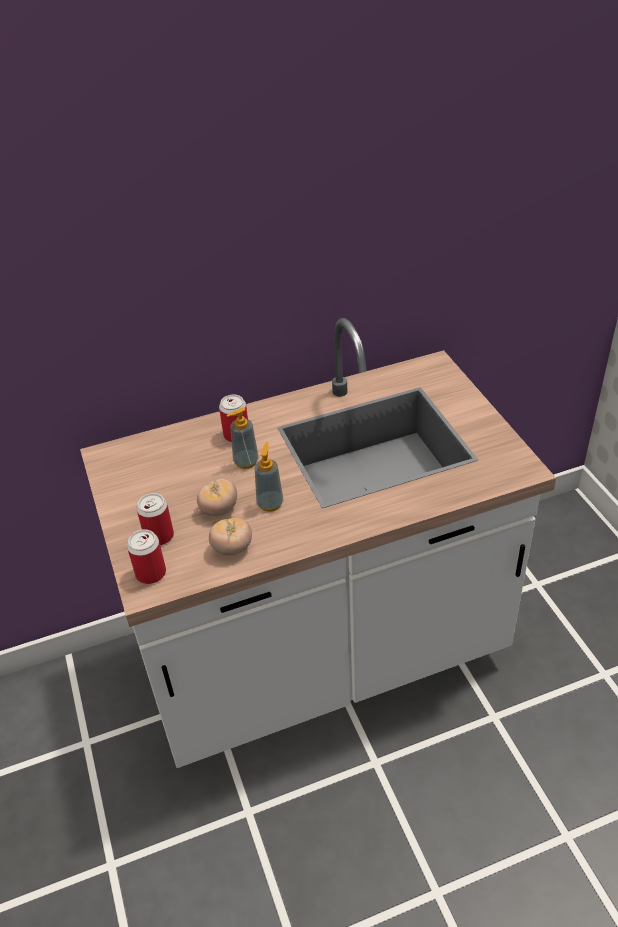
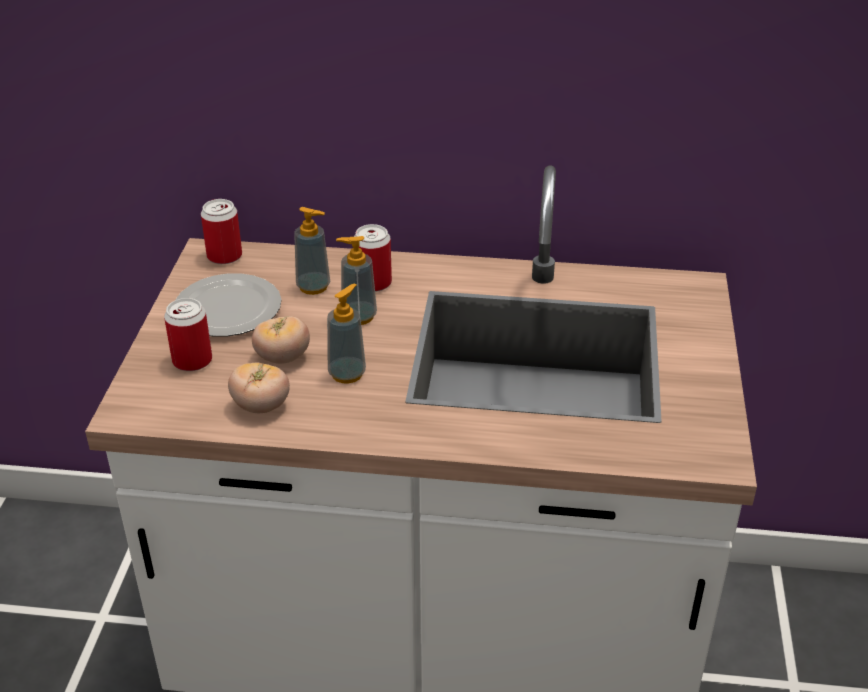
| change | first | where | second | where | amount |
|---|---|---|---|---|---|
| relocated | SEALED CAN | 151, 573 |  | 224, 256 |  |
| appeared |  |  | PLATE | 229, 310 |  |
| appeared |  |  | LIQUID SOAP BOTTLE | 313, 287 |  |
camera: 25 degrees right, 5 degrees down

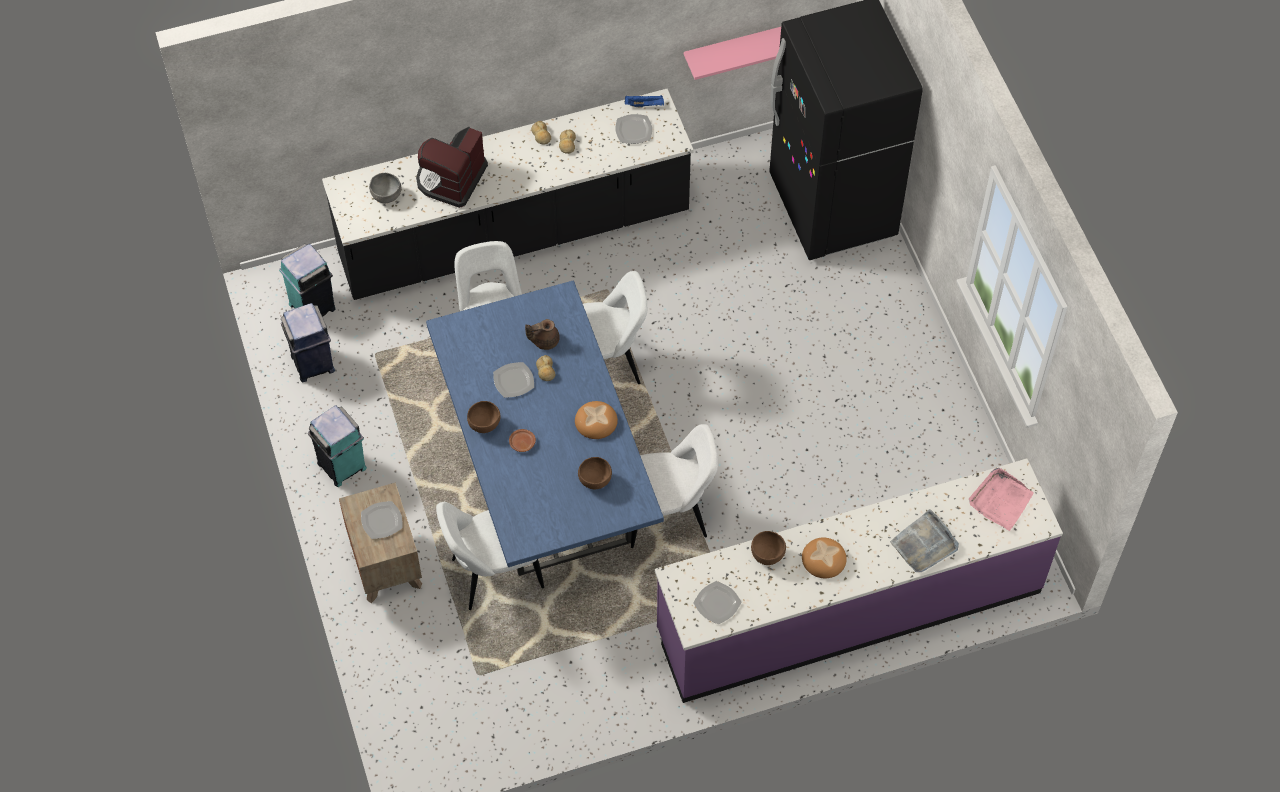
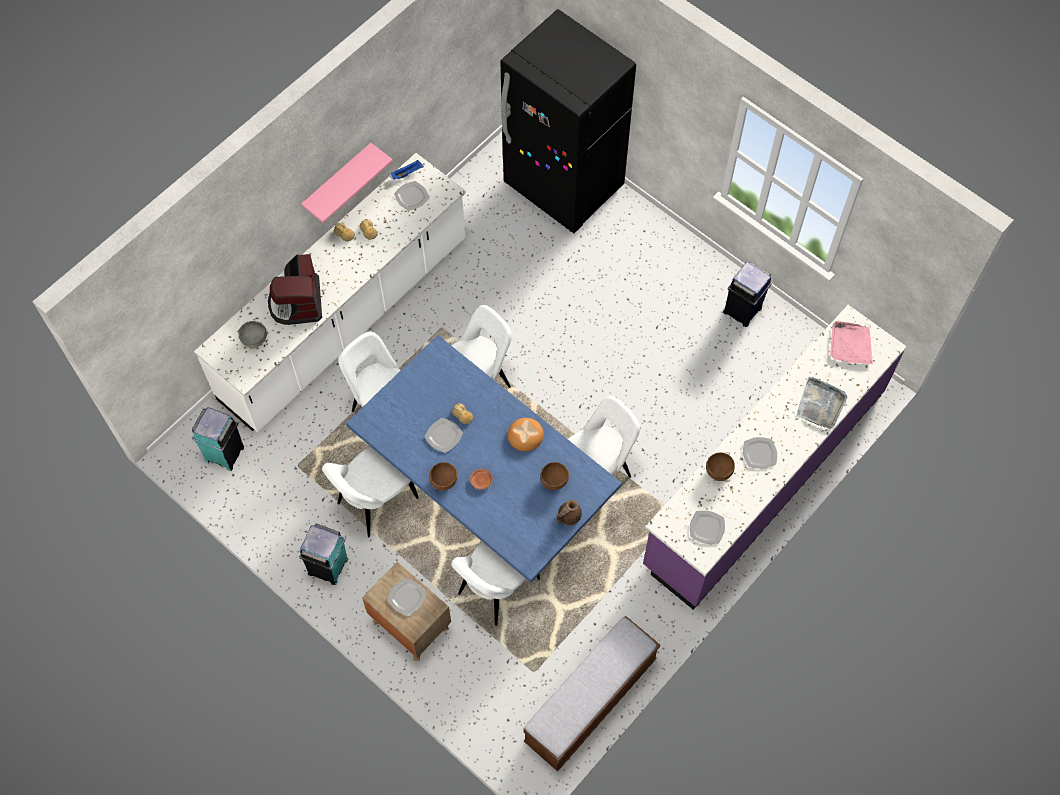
| change | first | where | second | where | amount |
|---|---|---|---|---|---|
| relocated | BLUE-COLOURED WASTE BIN | 313, 364 |  | 743, 310 |  |
| colour | BLACK-COLOURED KITCHEN COUNTER | 514, 236 | WHITISH KITCHEN COUNTER | 345, 321 |  |
| relocated | BROWN-COLOURED TEA POT | 544, 340 |  | 568, 516 |  |
| relocated | PINKISH BRACKET SHELF | 735, 48 |  | 337, 181 |  |
| exchanged | BREAD | 824, 559 | PLATE | 759, 453 |  |
| appeared |  |  | WHITISH PLAIN CHAIR | 374, 503 |  |
| appeared |  |  | LONG SEAT | 590, 701 |  |
camera: 30 degrees left, 5 degrees up

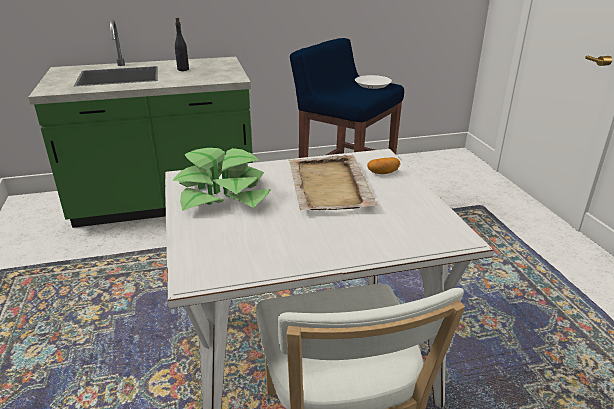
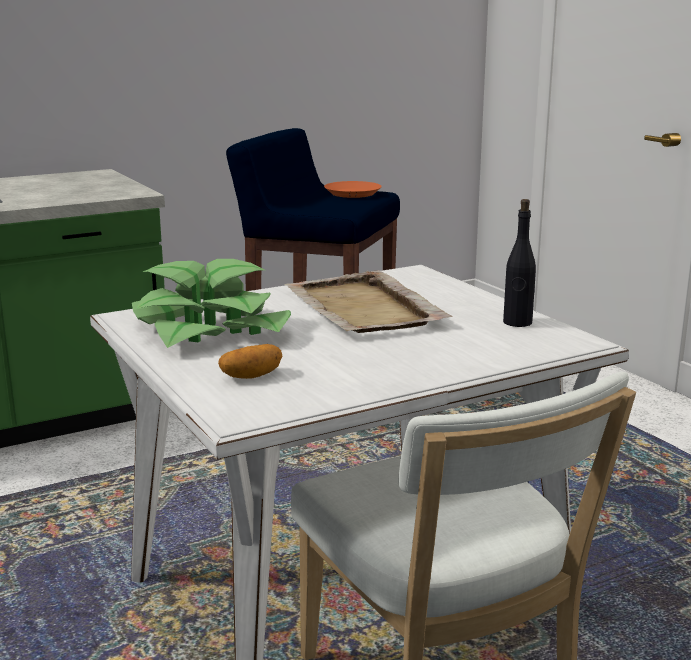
| change | first | where | second | where | amount |
|---|---|---|---|---|---|
| relocated | BLACK-COLOURED DRINK BOTTLE | 183, 69 |  | 517, 322 |  |
| colour | WHITISH PLATE | 373, 85 | ORANGE-COLOURED PLATE | 353, 194 |  |
| relocated | WHOLE POTATO | 383, 173 |  | 251, 376 |  |
camera: 15 degrees left, 10 degrees down

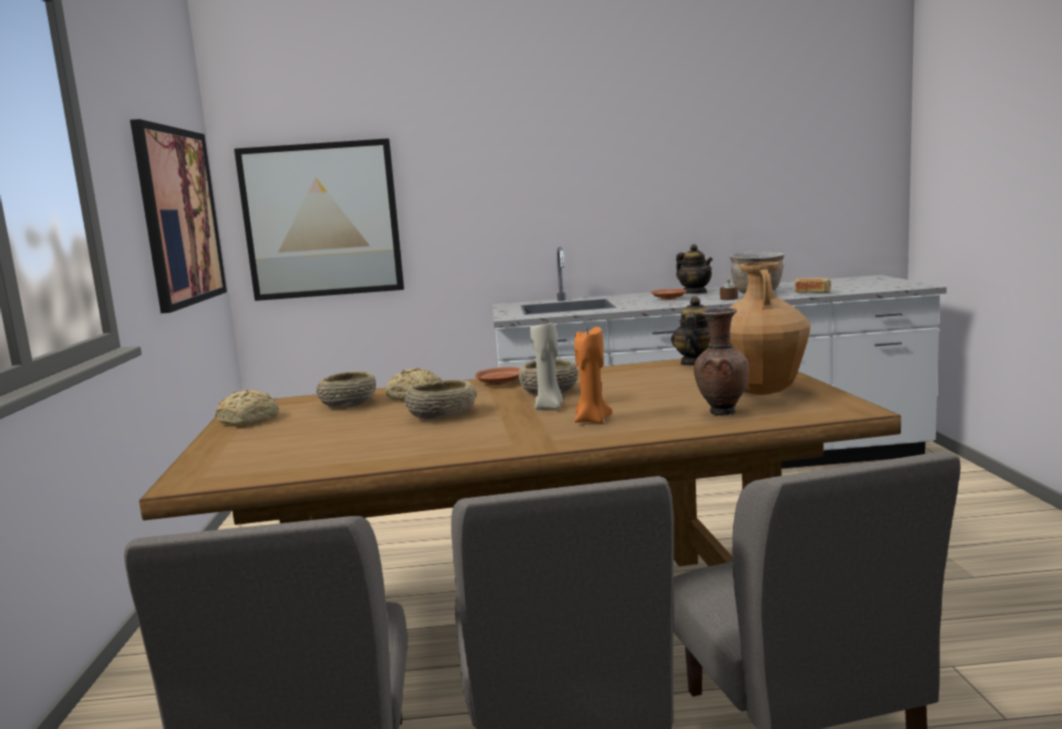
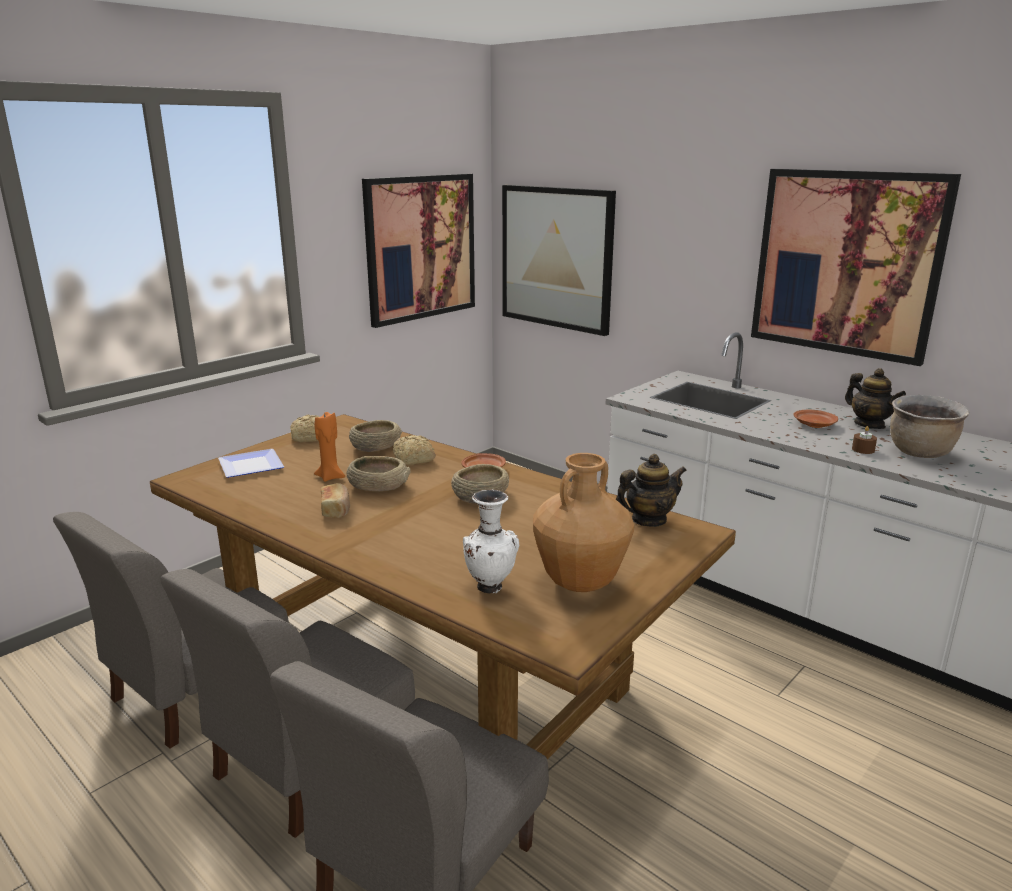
| change | first | where | second | where | amount |
|---|---|---|---|---|---|
| missing | BEIGE WAX LIGHT | 549, 407 |  |  |  |
| relocated | ORANGE-COLOURED WAX LIGHT | 591, 420 |  | 330, 477 |  |
| spun | TEA POT | 695, 292 |  | 869, 424 | 45 degrees counterclockwise |
| colour | BROWN-COLOURED DECORATIVE VASE | 721, 412 | WHITISH DECORATIVE VASE | 490, 587 |  |
| relocated | BREAD | 812, 293 |  | 336, 509 |  |
| appeared |  |  | PLATE | 249, 467 |  |
| appeared |  |  | WALL PICTURE | 846, 263 |  |
camera: 45 degrees right, 10 degrees up

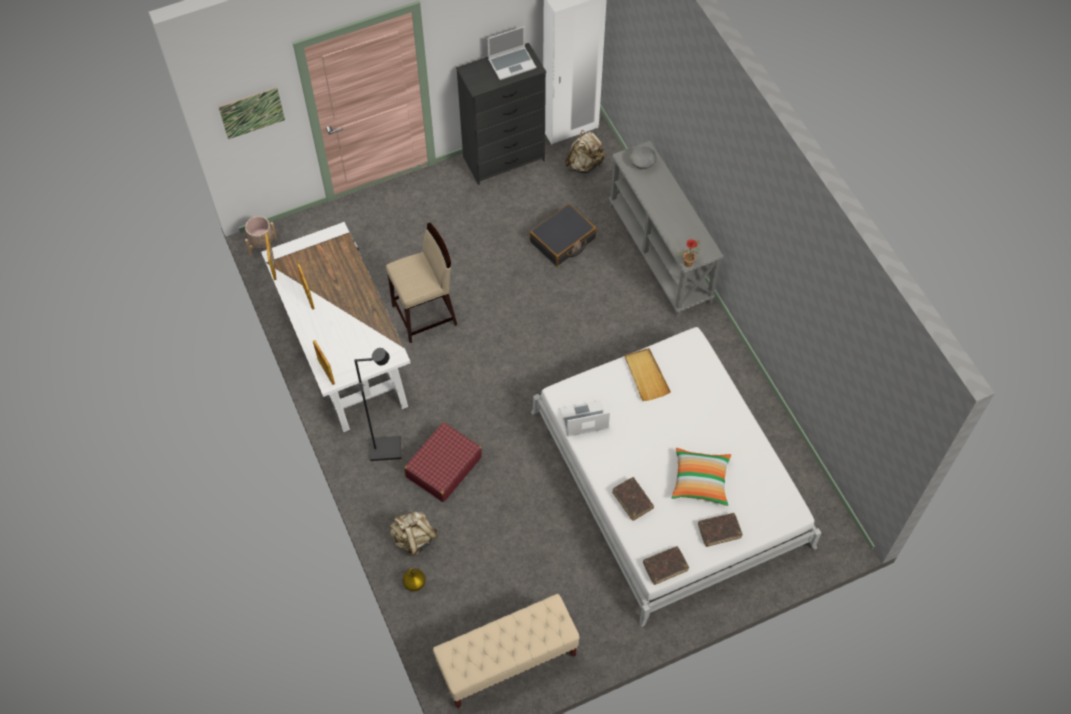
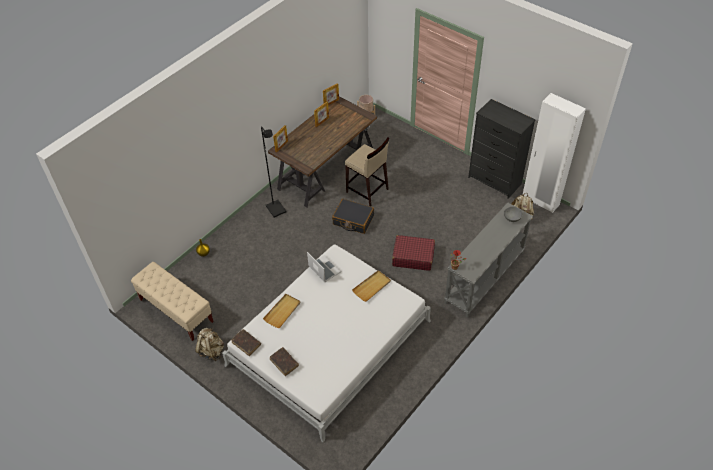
| change | first | where | second | where | amount |
|---|---|---|---|---|---|
| missing | WALL PICTURE | 252, 113 |  |  |  |
| colour | WHITISH DESK UNIT | 343, 348 | BROWN-COLOURED DESK UNIT | 325, 168 |  |
| relocated | BEIGE BACKPACK | 414, 539 |  | 211, 351 |  |
| relocated | REDDISH TRAVEL CASE | 443, 467 |  | 413, 257 |  |
| missing | LAPTOP | 512, 63 |  |  |  |
| relocated | BLACK-COLOURED TRAVEL CASE | 563, 240 |  | 353, 220 |  |
| exchanged | BROWN-COLOURED VOLUME | 632, 500 | BEIGE TRAY | 282, 311 |  |
| missing | PILLOW | 700, 481 |  |  |  |
camera: 65 degrees right, 10 degrees down

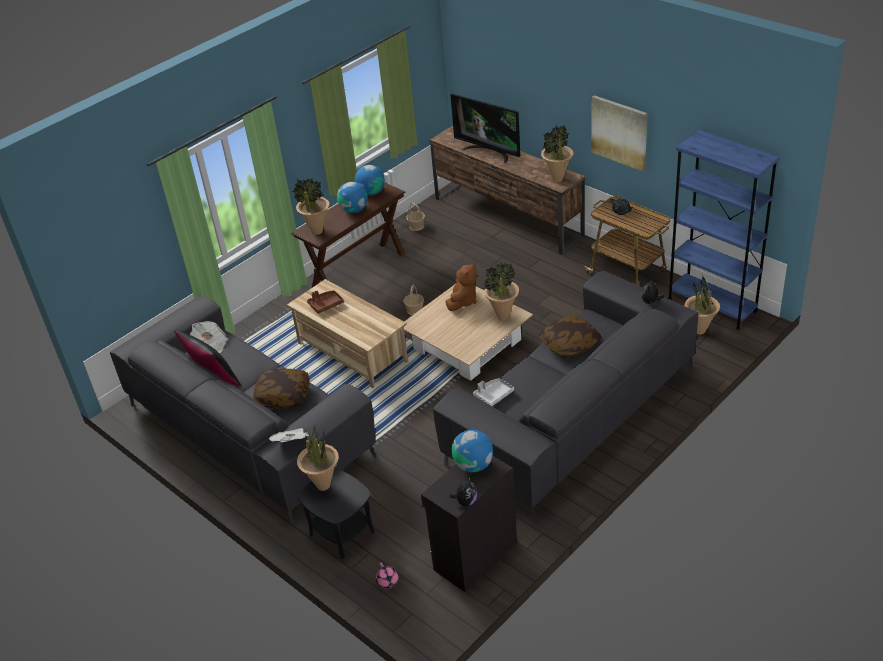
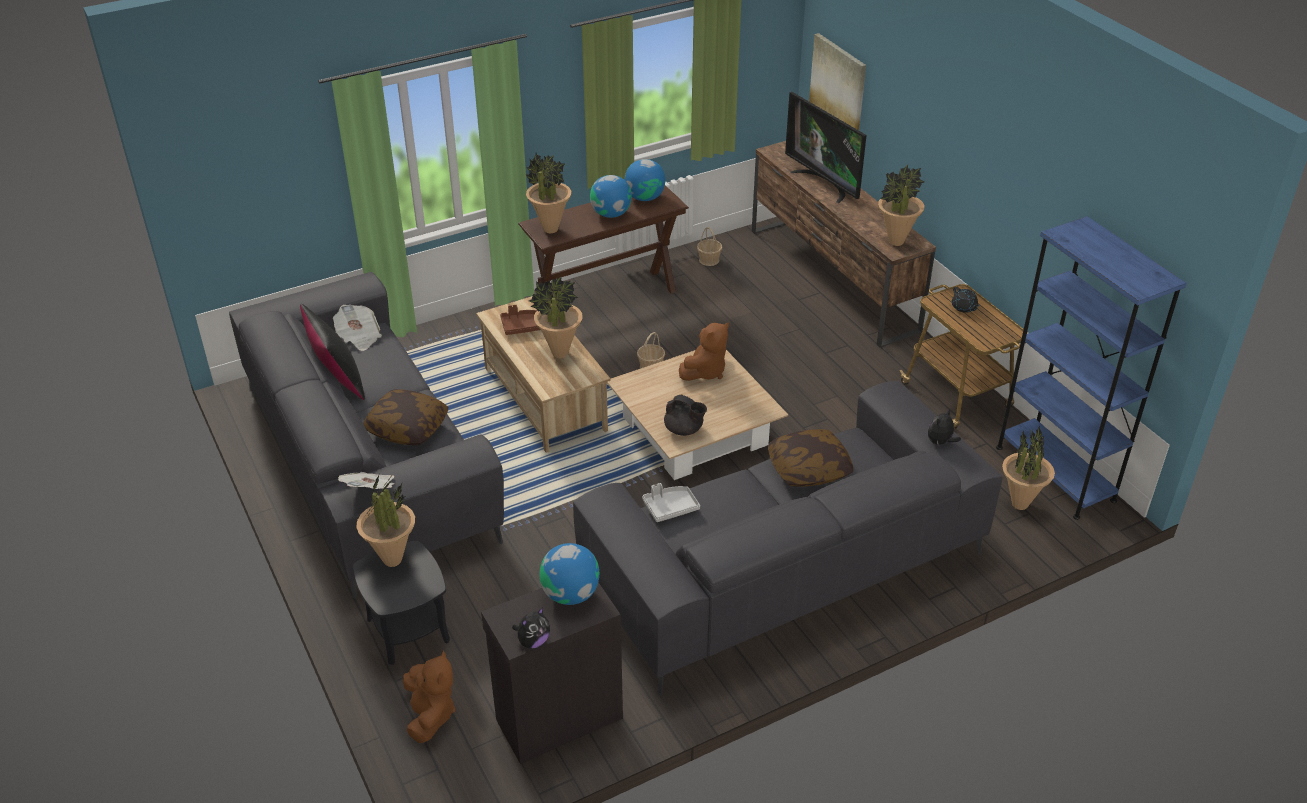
| change | first | where | second | where | amount |
|---|---|---|---|---|---|
| exchanged | PINKISH TEA POT | 388, 582 | BROWN-COLOURED CUDDLY TOY | 430, 715 |  |
| relocated | HOUSEPLANT | 502, 316 |  | 559, 353 |  |
| relocated | WALL PICTURE | 619, 132 |  | 838, 86 |  |
| appeared |  |  | BLACK-COLOURED TEA POT | 684, 430 |  |
camera: 15 degrees right, 0 degrees up

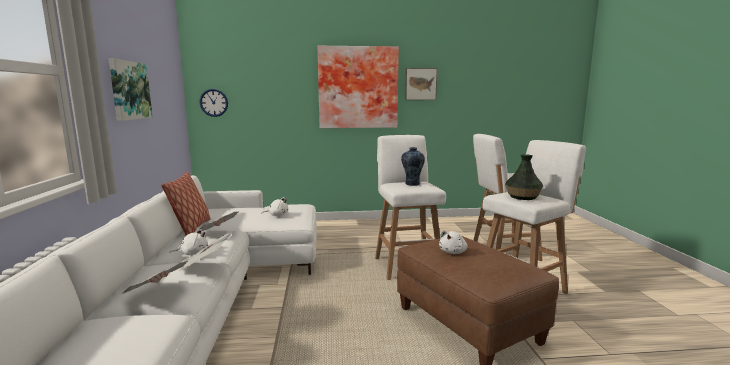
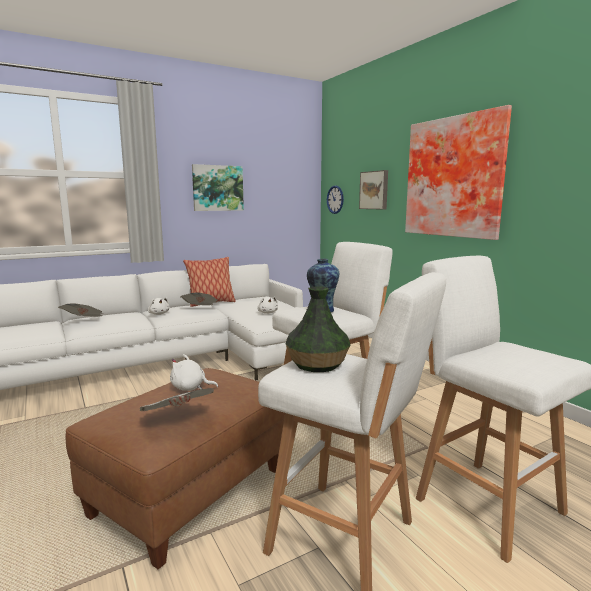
| change | first | where | second | where | amount |
|---|---|---|---|---|---|
| relocated | DAILY PAPER | 205, 265 |  | 178, 419 |  |
| relocated | WALL PICTURE | 420, 84 |  | 374, 190 |  |
camera: 65 degrees right, 0 degrees up

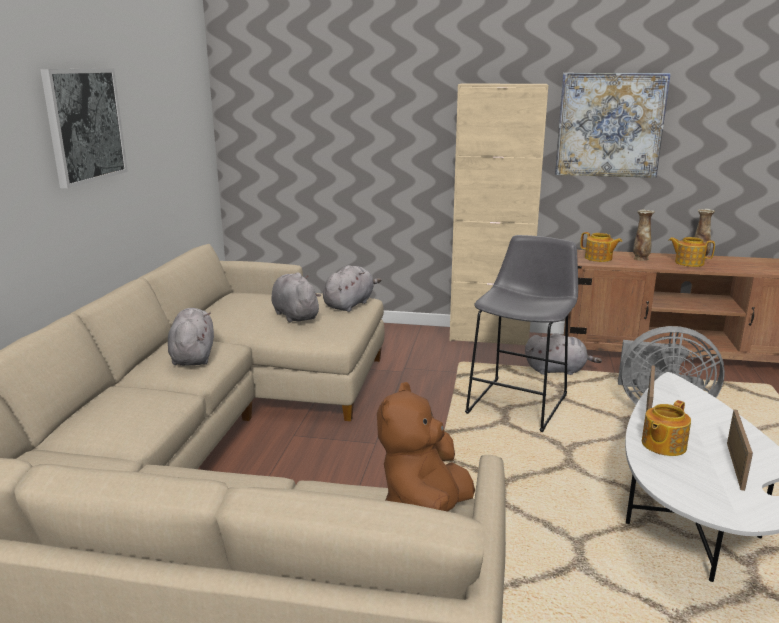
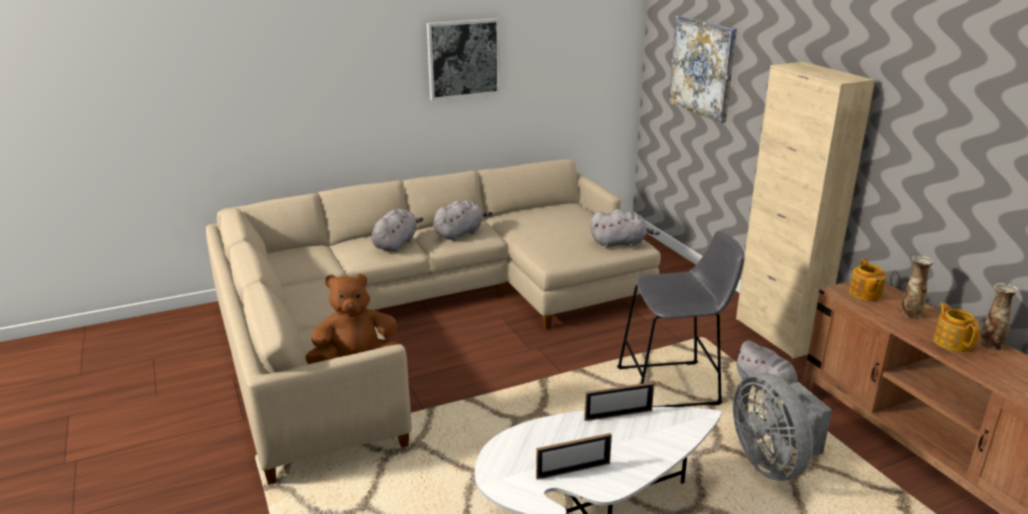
| change | first | where | second | where | amount |
|---|---|---|---|---|---|
| relocated | GREYISH CUDDLY TOY | 294, 315 |  | 396, 244 |  |
| relocated | WALL PICTURE | 610, 125 |  | 702, 67 |  |
| missing | TEA POT | 662, 445 |  |  |  |
camera: 55 degrees right, 5 degrees up

